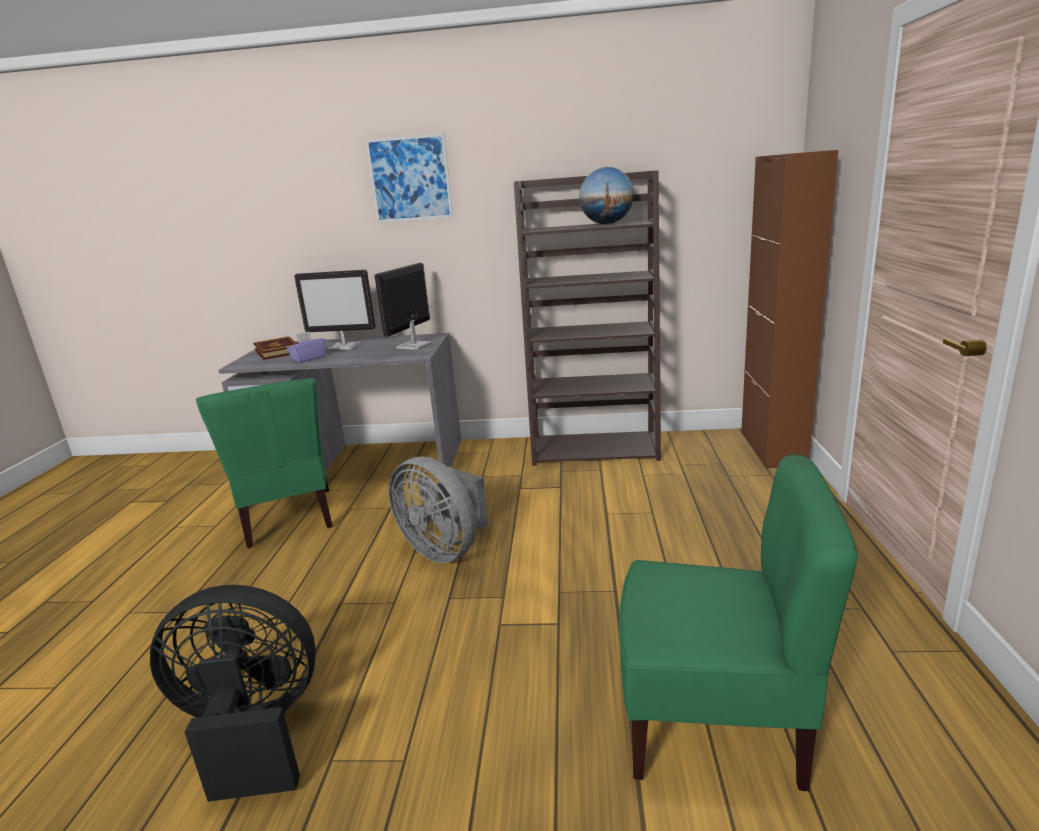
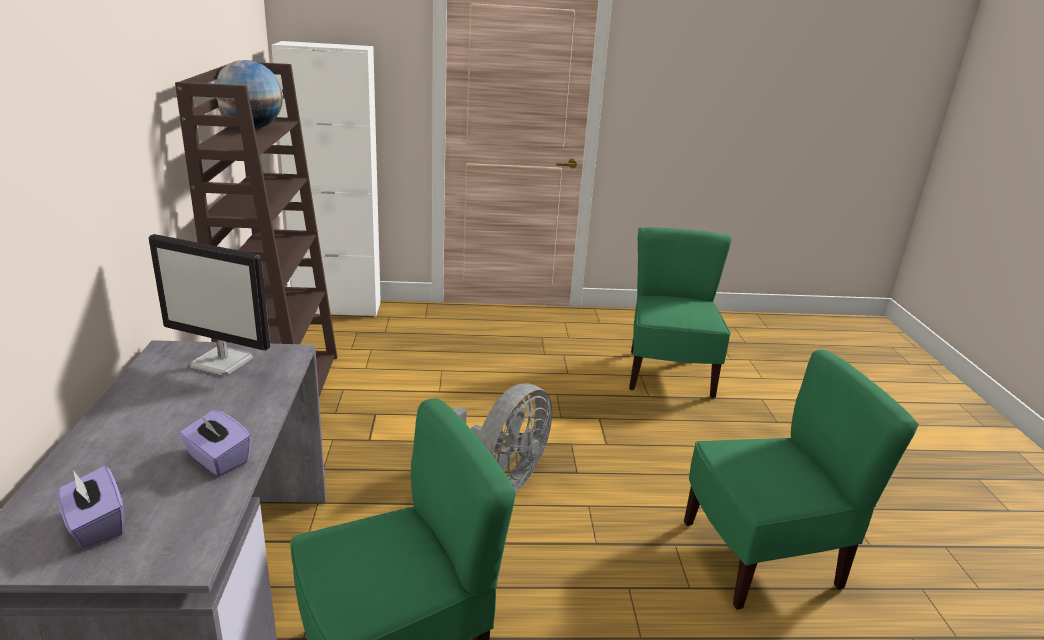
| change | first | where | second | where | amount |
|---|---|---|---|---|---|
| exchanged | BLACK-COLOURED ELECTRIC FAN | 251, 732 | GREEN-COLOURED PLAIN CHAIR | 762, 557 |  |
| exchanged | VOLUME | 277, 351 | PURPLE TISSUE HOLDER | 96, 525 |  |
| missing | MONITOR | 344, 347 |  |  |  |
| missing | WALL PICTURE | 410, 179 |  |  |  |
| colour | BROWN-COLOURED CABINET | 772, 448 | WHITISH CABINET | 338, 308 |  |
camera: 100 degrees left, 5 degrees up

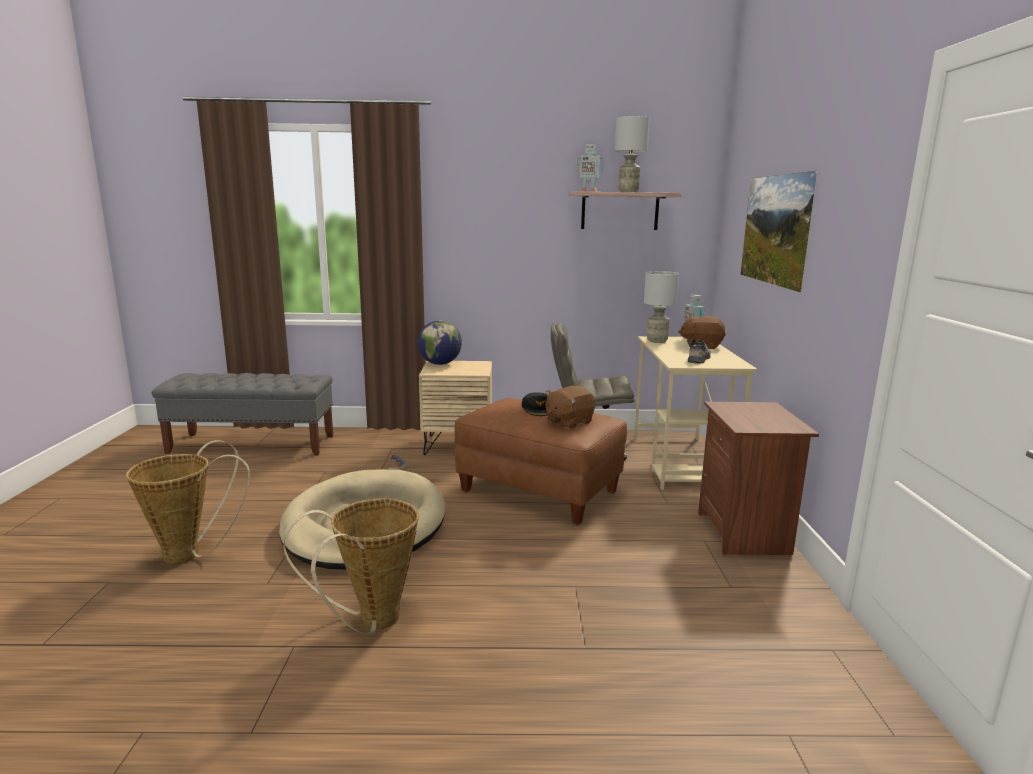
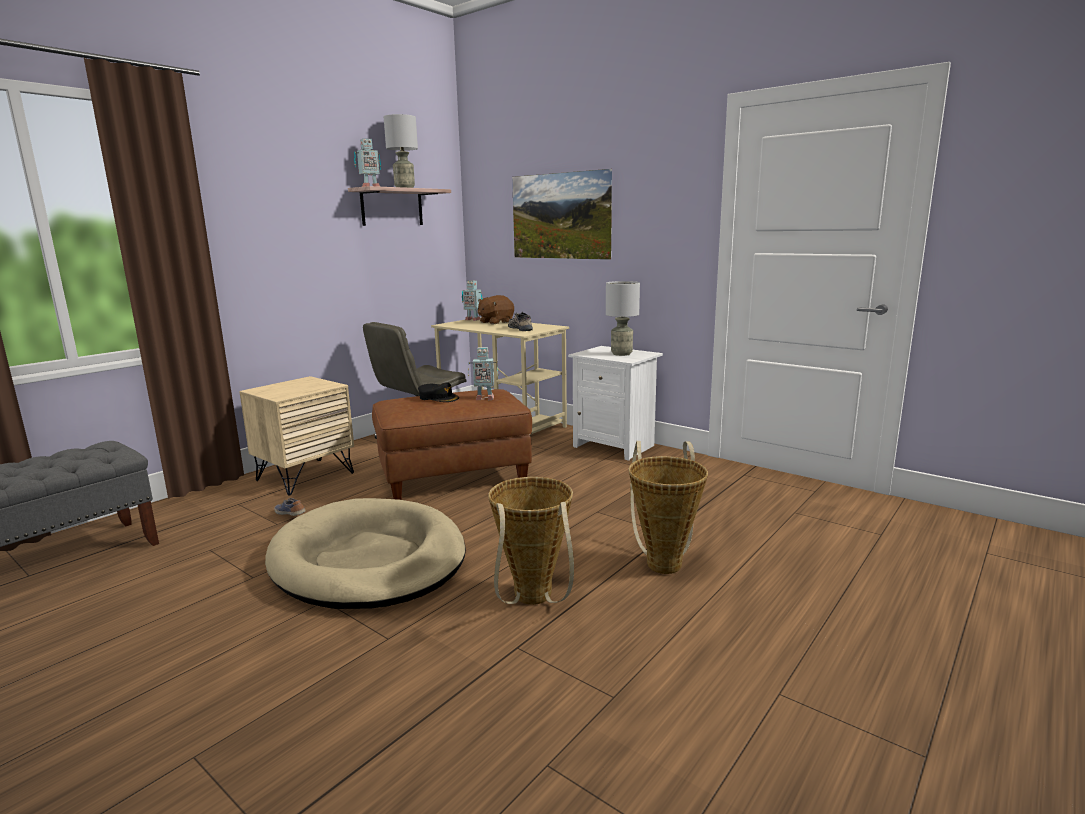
| change | first | where | second | where | amount |
|---|---|---|---|---|---|
| relocated | STORAGE BASKET | 191, 554 |  | 663, 561 |  |
| missing | GLOBE | 440, 364 |  |  |  |
| exchanged | BROWN-COLOURED CUDDLY TOY | 568, 422 | TOY ROBOT | 484, 398 |  |
| relocated | GREYISH TABLE LAMP | 657, 341 |  | 622, 354 |  |
| colour | BROWN-COLOURED BEDSIDE TABLE | 744, 533 | WHITISH BEDSIDE TABLE | 615, 446 |  |
camera: 50 degrees left, 0 degrees up

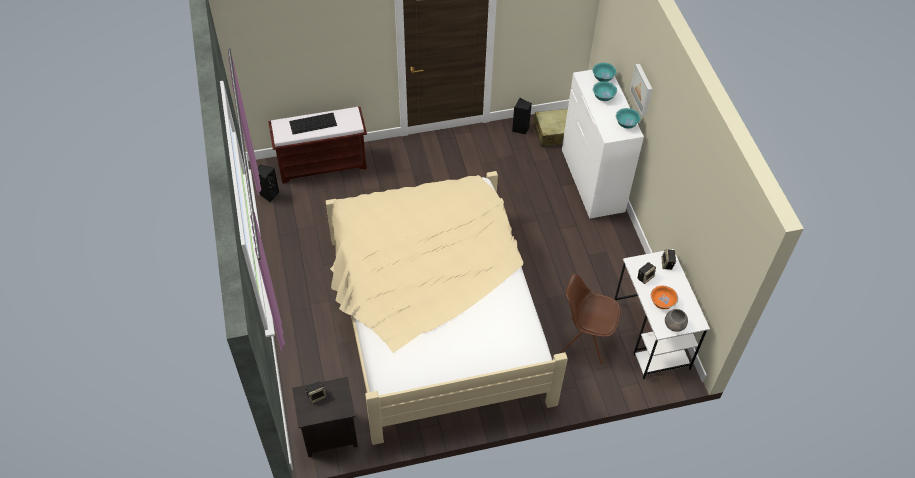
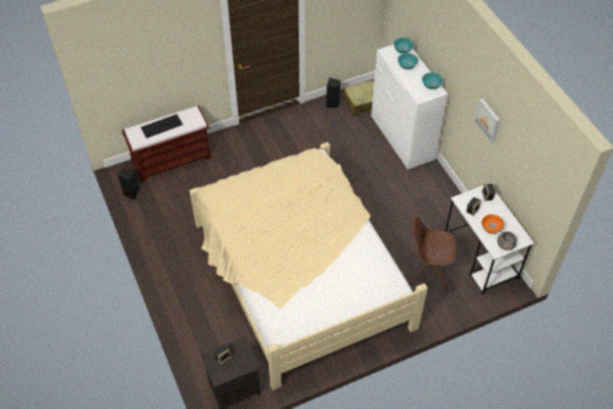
| change | first | where | second | where | amount |
|---|---|---|---|---|---|
| relocated | WALL PICTURE | 643, 89 |  | 488, 120 |  |
camera: 10 degrees left, 0 degrees up

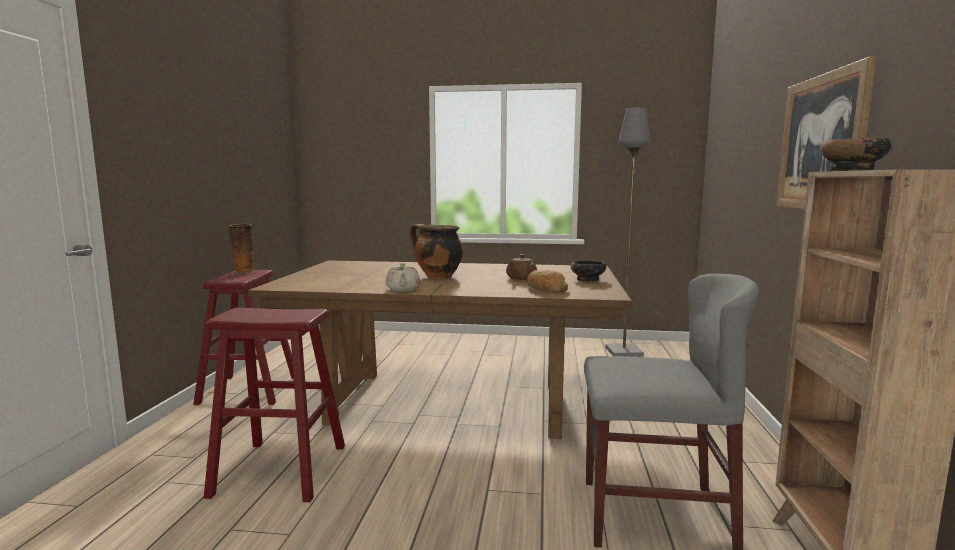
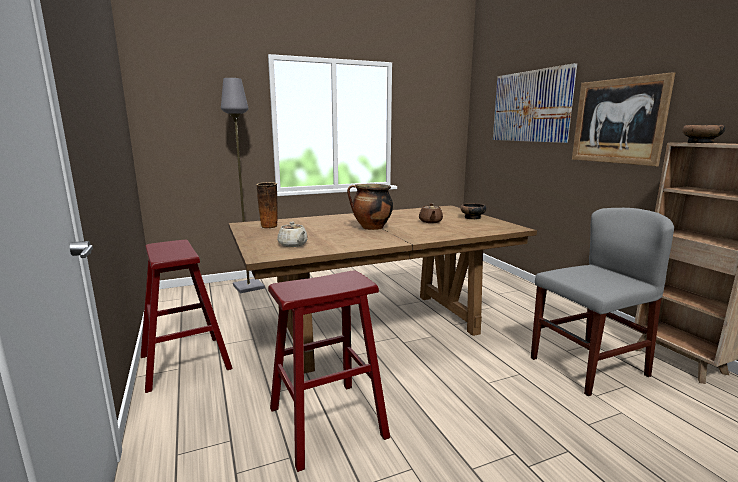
| change | first | where | second | where | amount |
|---|---|---|---|---|---|
| relocated | DECORATIVE VASE | 243, 271 |  | 269, 227 |  |
| relocated | BEIGE TEA POT | 403, 290 |  | 293, 245 |  |
| missing | BREAD | 545, 289 |  |  |  |
| relocated | GREYISH STANDARD LAMP | 624, 352 |  | 249, 287 |  |
| appeared |  |  | WALL PICTURE | 530, 106 |  |
camera: 30 degrees left, 5 degrees up

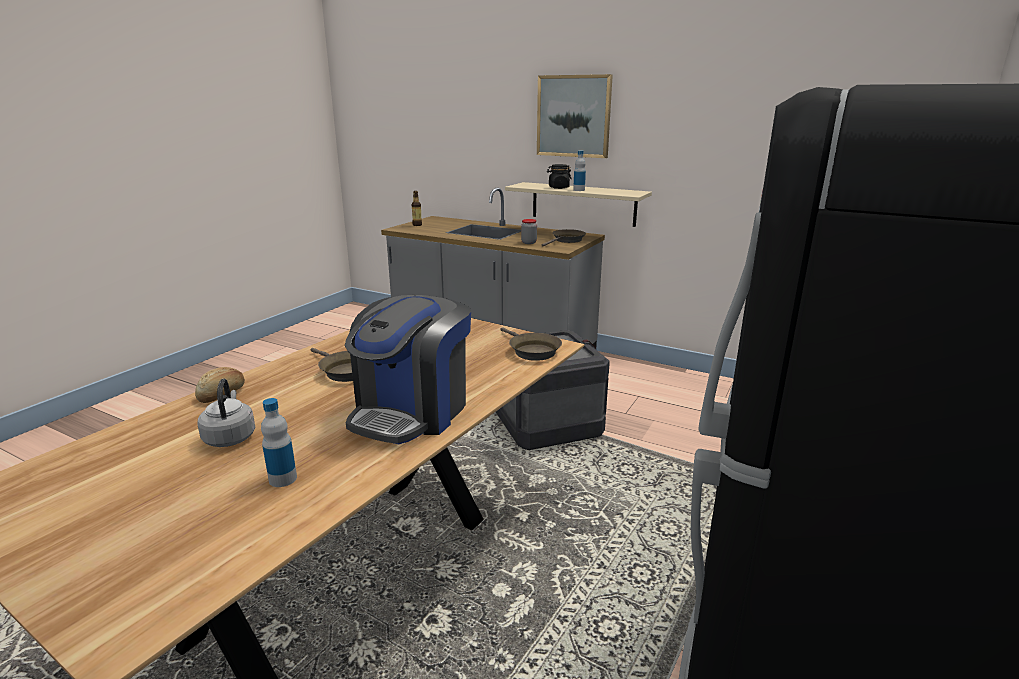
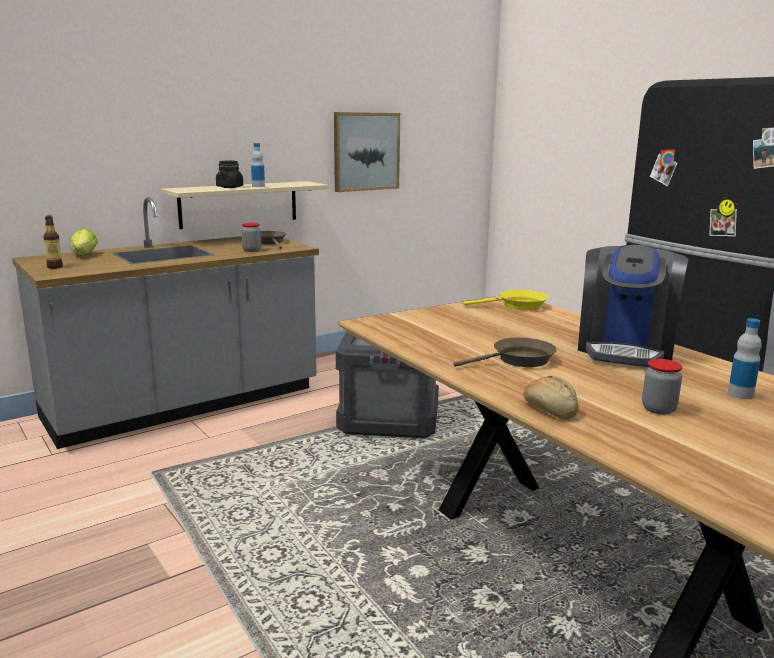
| change | first | where | second | where | amount |
|---|---|---|---|---|---|
| exchanged | GREYISH TEA KETTLE | 230, 437 | JAR | 658, 409 |  |
| spun | COFFEE BREWER | 412, 411 |  | 625, 349 | 60 degrees clockwise |
| colour | BROWN-COLOURED FRYING PAN | 531, 351 | YELLOW FRYING PAN | 518, 305 |  |
| relocated | WALL PICTURE | 574, 116 |  | 366, 151 |  |
| appeared |  |  | LETTUCE | 84, 255 |  |
camera: 65 degrees left, 5 degrees down

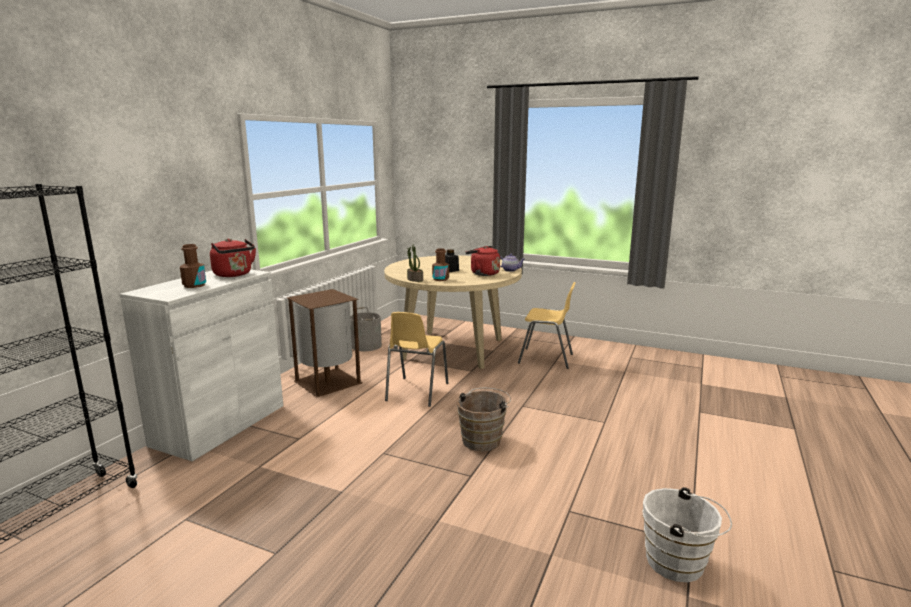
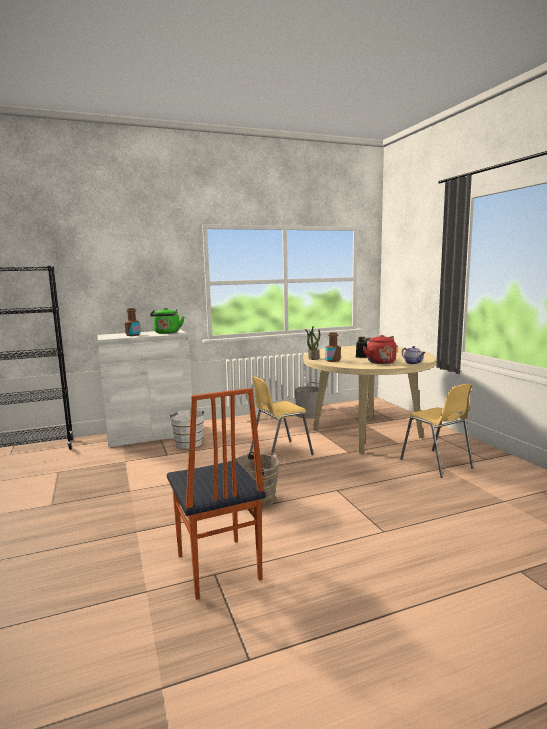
| change | first | where | second | where | amount |
|---|---|---|---|---|---|
| colour | REDDISH TEA KETTLE | 234, 275 | GREEN-COLOURED TEA KETTLE | 167, 333 |  |
| missing | BROWN-COLOURED WASTE BIN | 328, 382 |  |  |  |
| relocated | WHITISH PAIL | 679, 564 |  | 188, 444 |  |
| appeared |  |  | PLAIN CHAIR | 217, 568 |  |
camera: 45 degrees right, 5 degrees down

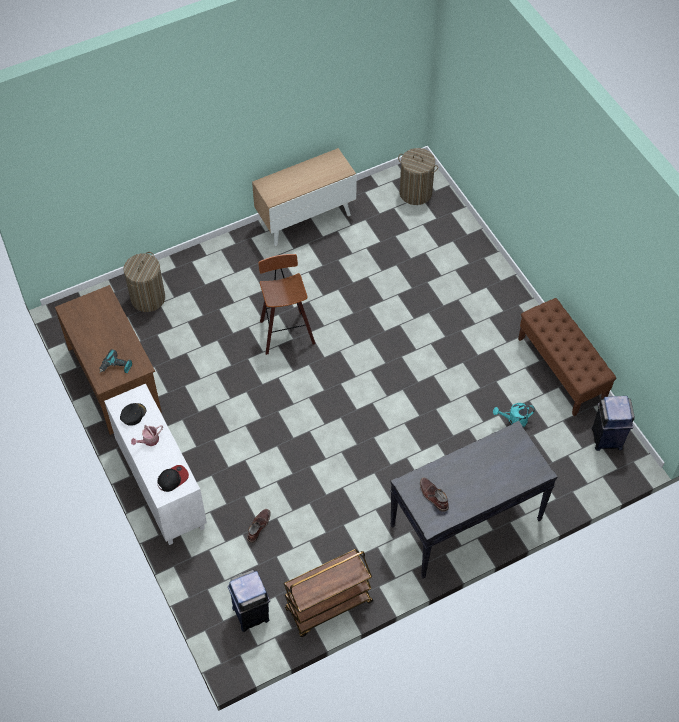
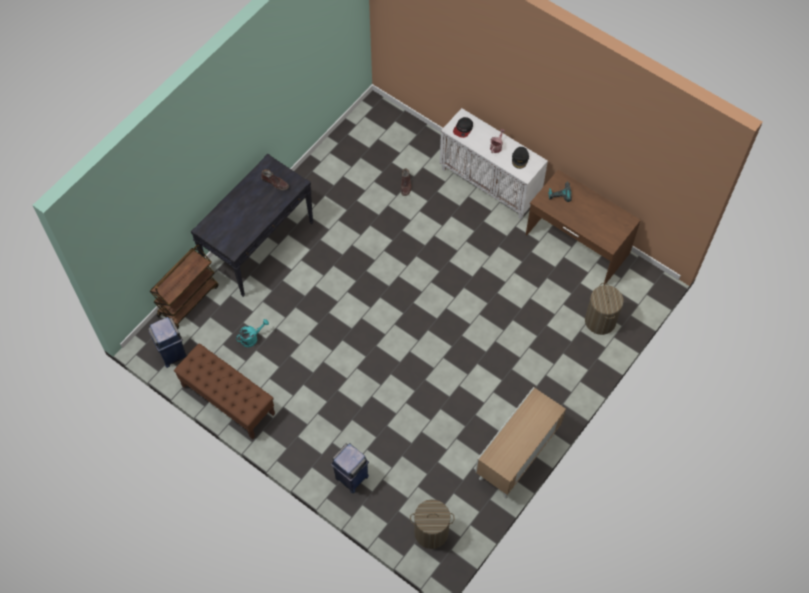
| change | first | where | second | where | amount |
|---|---|---|---|---|---|
| relocated | BLUE-COLOURED WASTE BIN | 251, 613 |  | 351, 477 |  |
| missing | STOOL SEAT | 285, 331 |  |  |  |
| relocated | BROWN-COLOURED CART | 328, 606 |  | 188, 300 |  |
camera: 155 degrees right, 5 degrees up

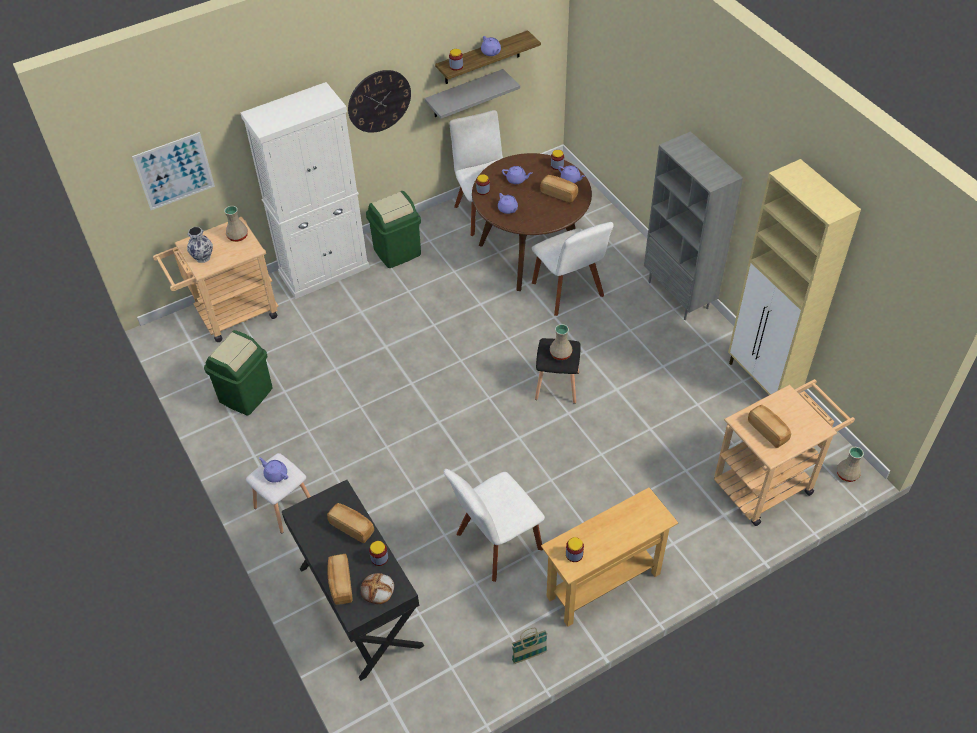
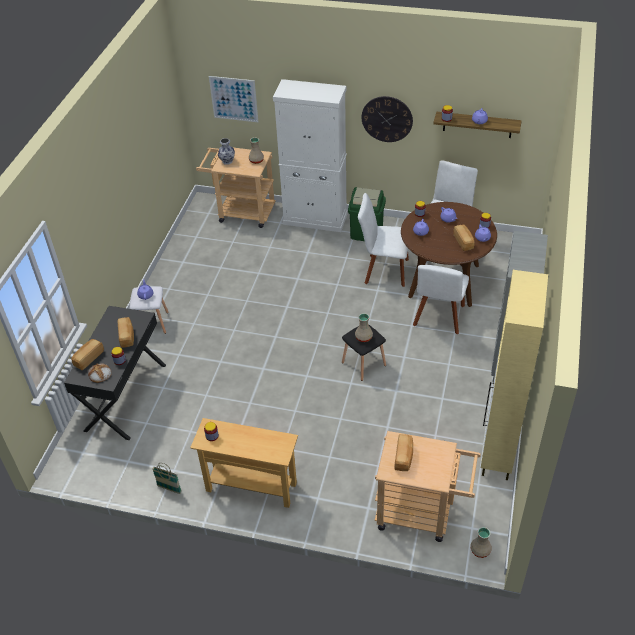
| change | first | where | second | where | amount |
|---|---|---|---|---|---|
| missing | GREEN-COLOURED WASTE BIN | 245, 394 |  |  |  |
| missing | GREYISH BRACKET SHELF | 464, 94 |  |  |  |
| relocated | WHITISH PLAIN CHAIR | 495, 544 |  | 383, 270 |  |
camera: 45 degrees right, 5 degrees down

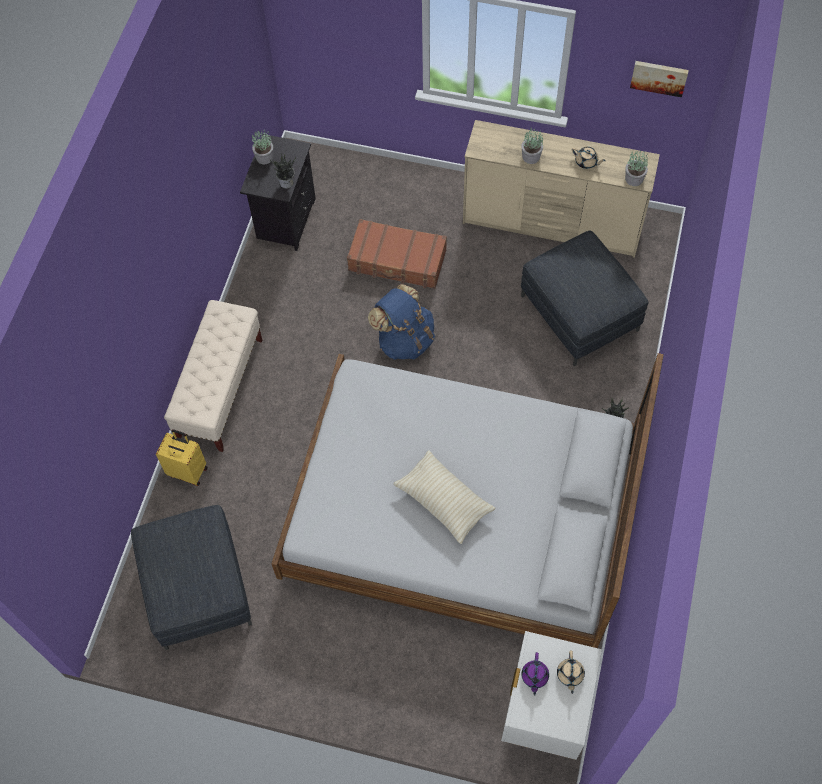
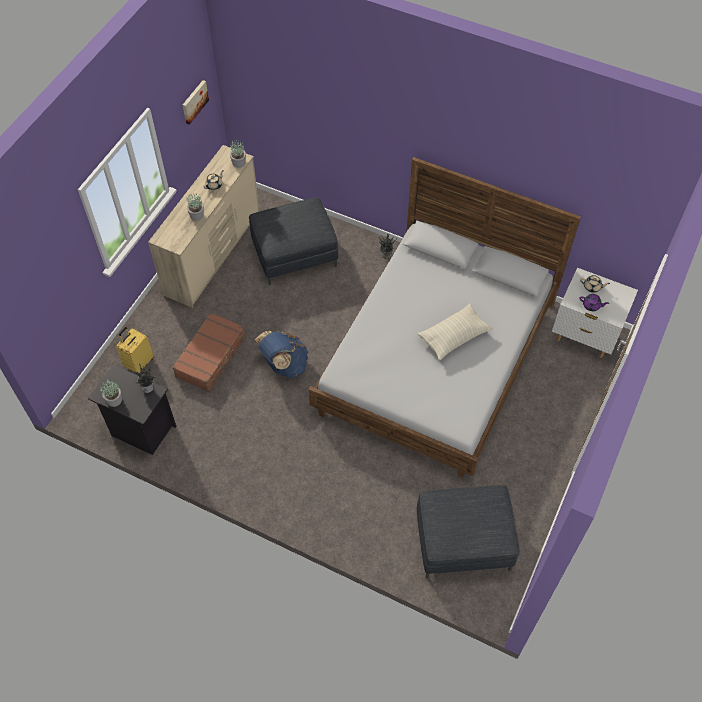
| change | first | where | second | where | amount |
|---|---|---|---|---|---|
| relocated | YELLOW TRAVEL CASE | 188, 471 |  | 139, 363 |  |
| missing | BEIGE LONG SEAT | 220, 389 |  |  |  |
camera: 80 degrees left, 5 degrees down

